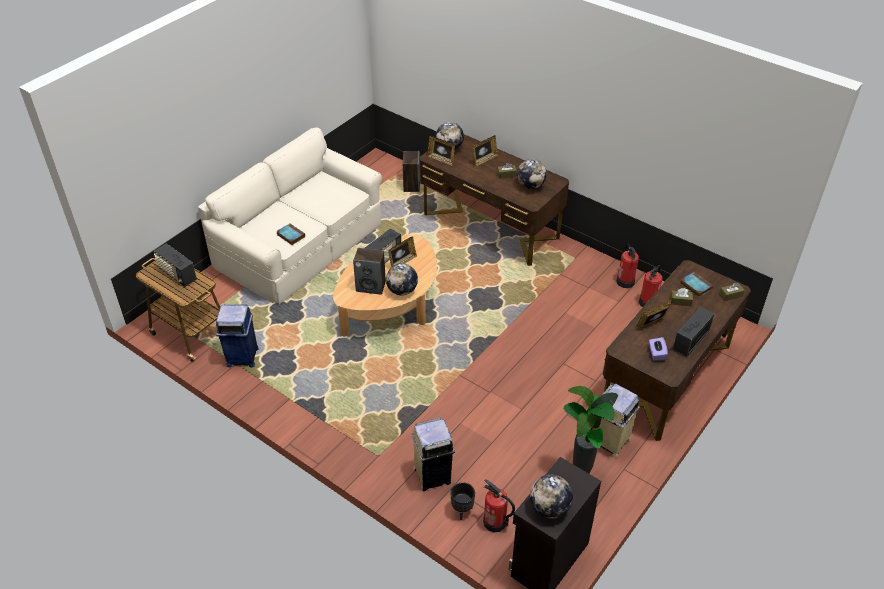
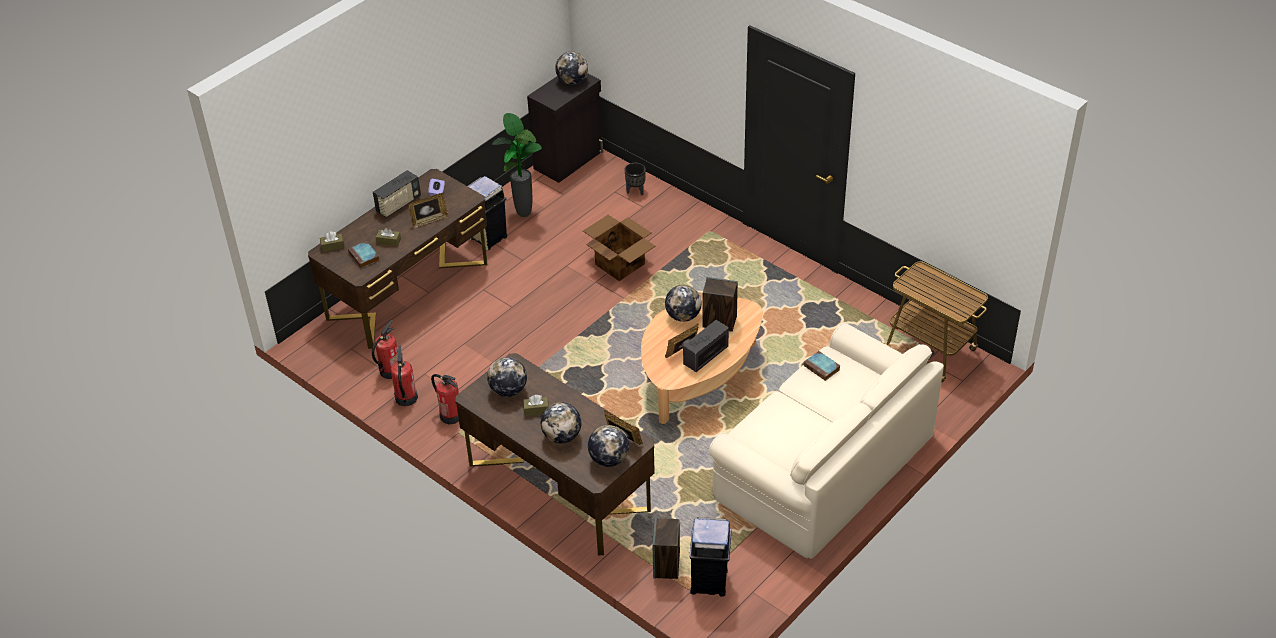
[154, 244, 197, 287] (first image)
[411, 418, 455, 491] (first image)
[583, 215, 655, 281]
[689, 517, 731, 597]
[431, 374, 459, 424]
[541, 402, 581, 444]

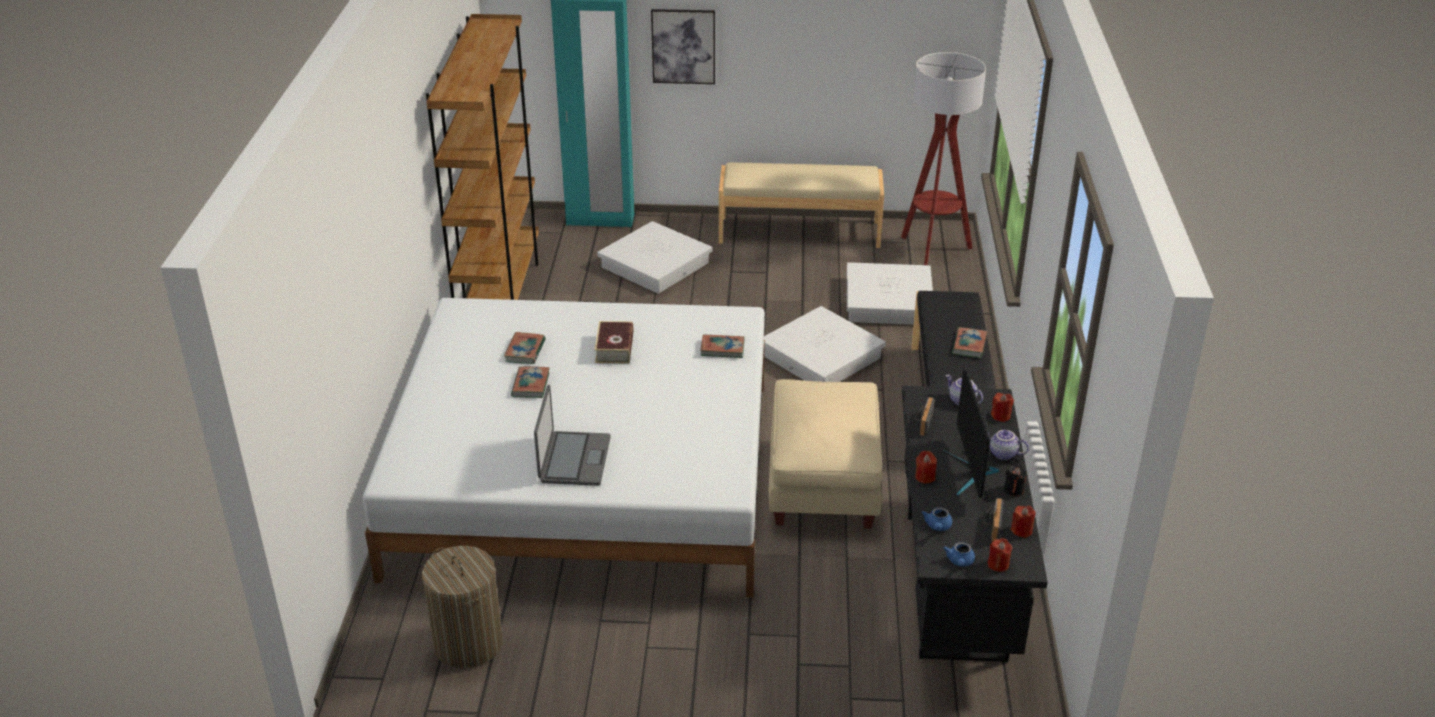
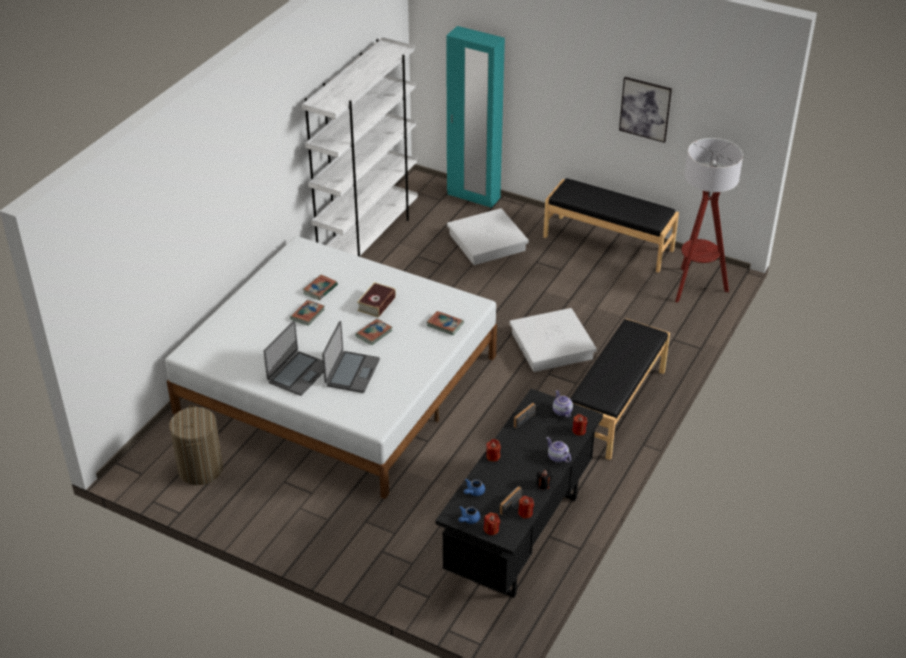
[768, 379, 883, 529] (first image)
[846, 262, 933, 325] (first image)
[942, 367, 999, 498] (first image)
[322, 321, 380, 393]
[619, 77, 672, 143]
[356, 319, 392, 345]
[302, 37, 418, 257]
[543, 178, 679, 273]

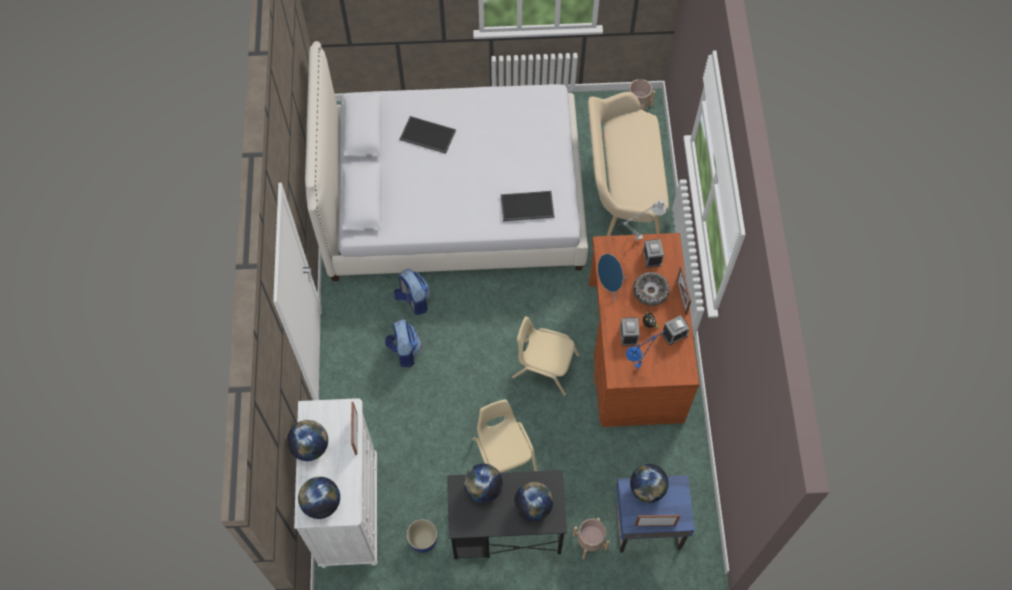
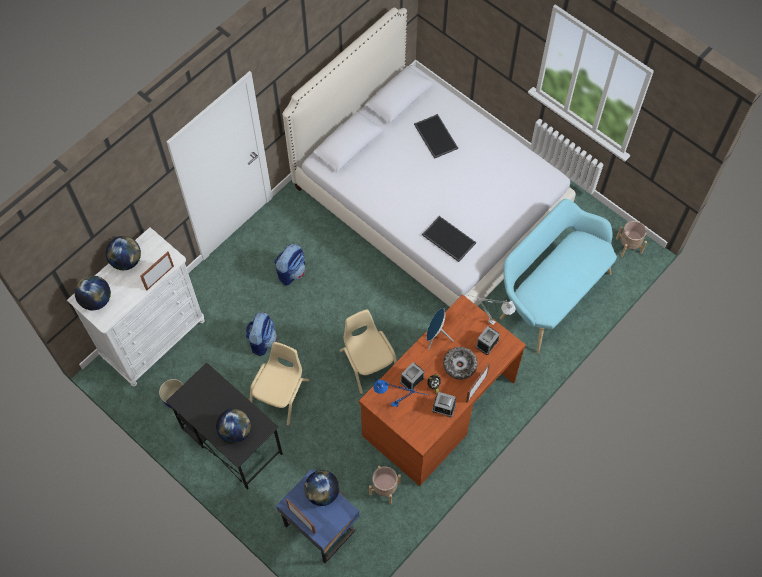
[464, 464, 503, 503] (first image)
[246, 312, 277, 356]
[369, 466, 401, 504]
[500, 199, 617, 354]

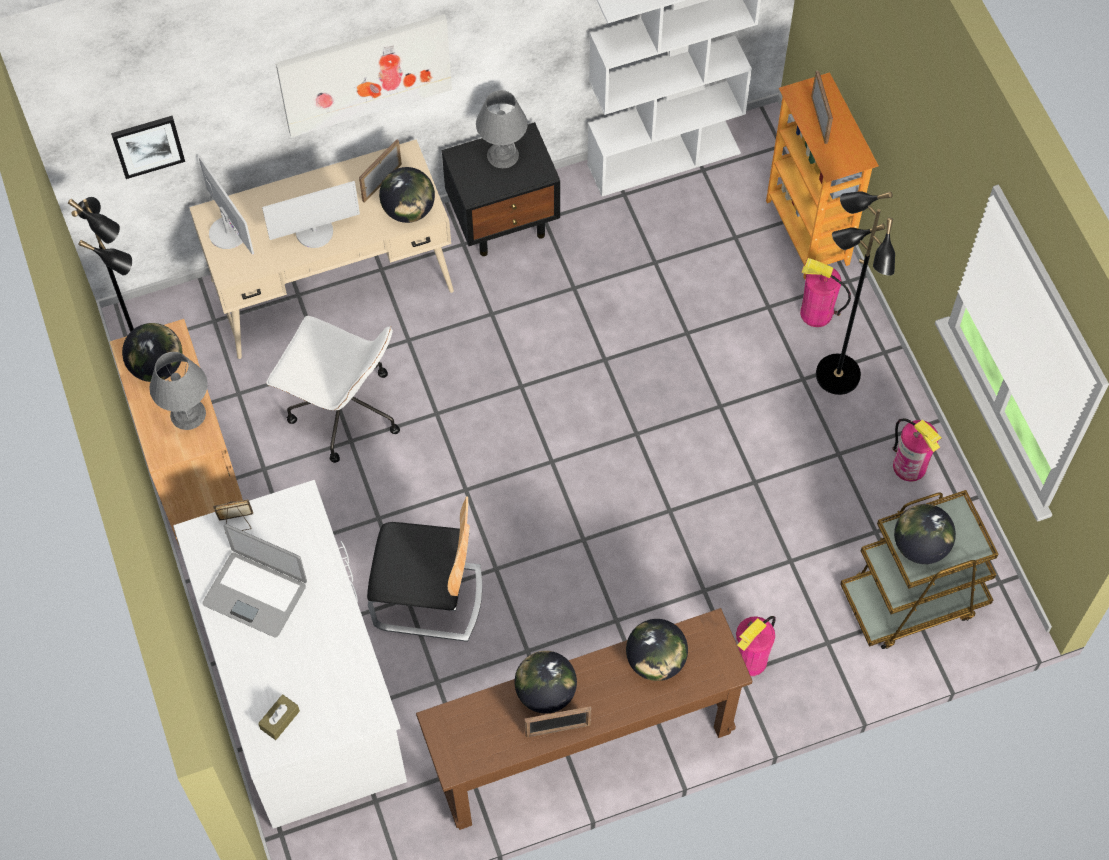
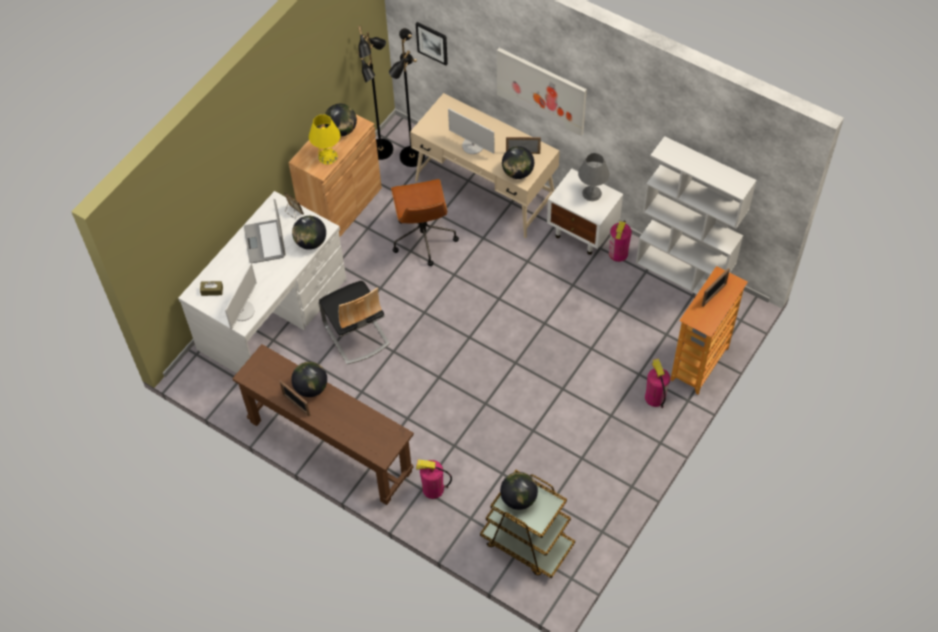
[225, 263, 257, 330]
[292, 216, 326, 250]
[389, 28, 425, 167]
[609, 221, 632, 262]
[309, 114, 340, 164]
[391, 179, 459, 266]
[547, 168, 623, 255]

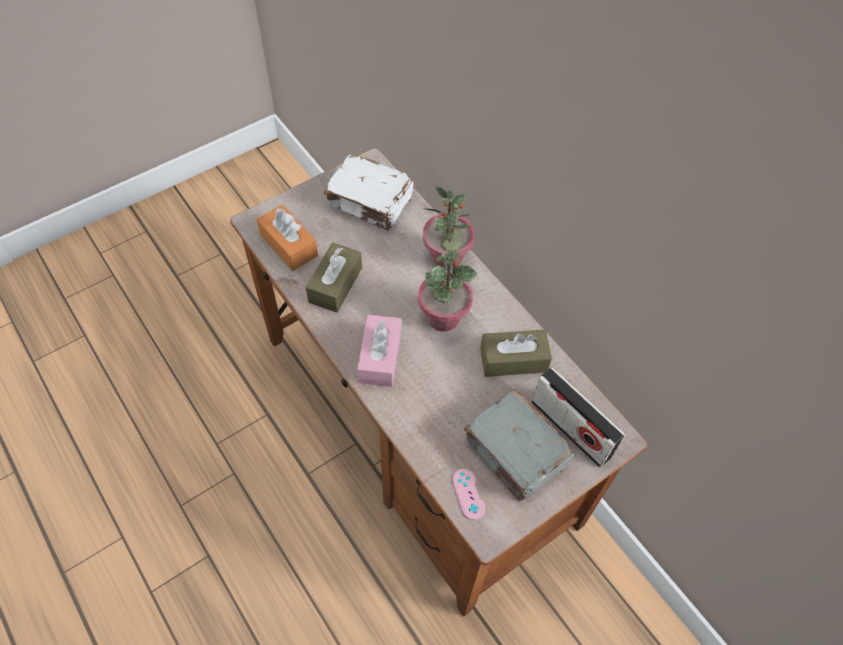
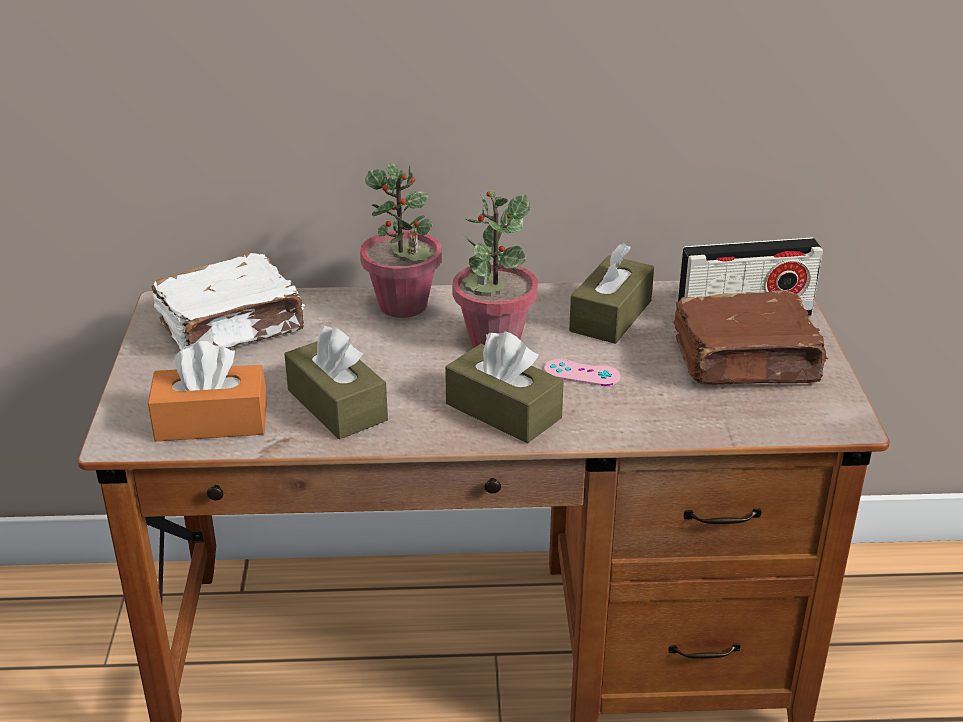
[544, 359, 620, 386]
[445, 331, 564, 443]
[673, 290, 828, 384]

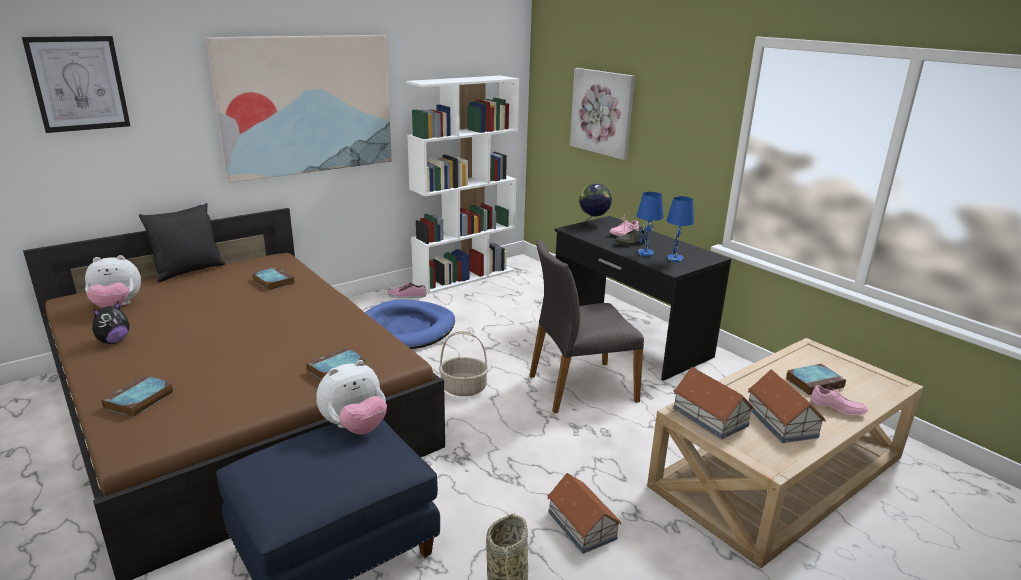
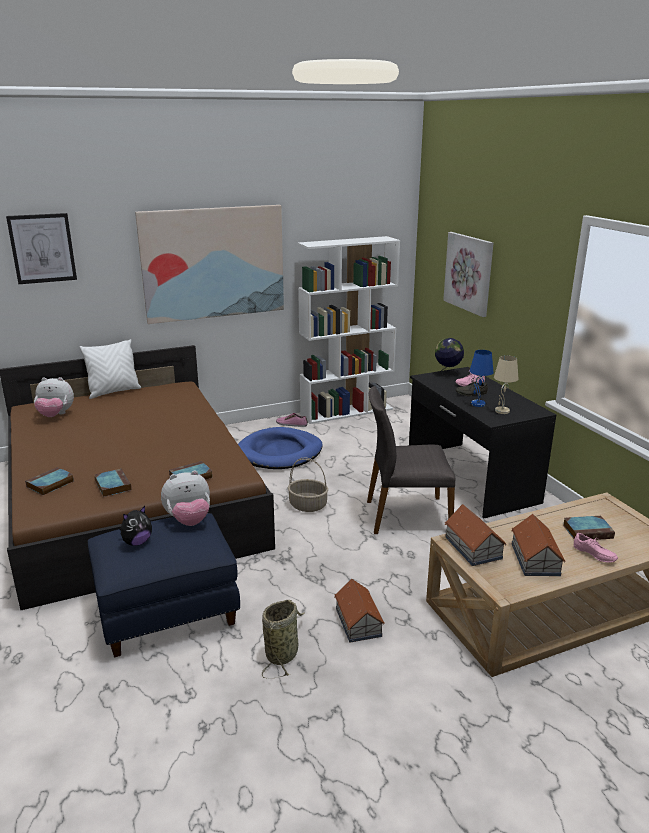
[119, 506, 152, 546]
[95, 469, 131, 497]
[80, 339, 141, 399]
[494, 355, 519, 414]

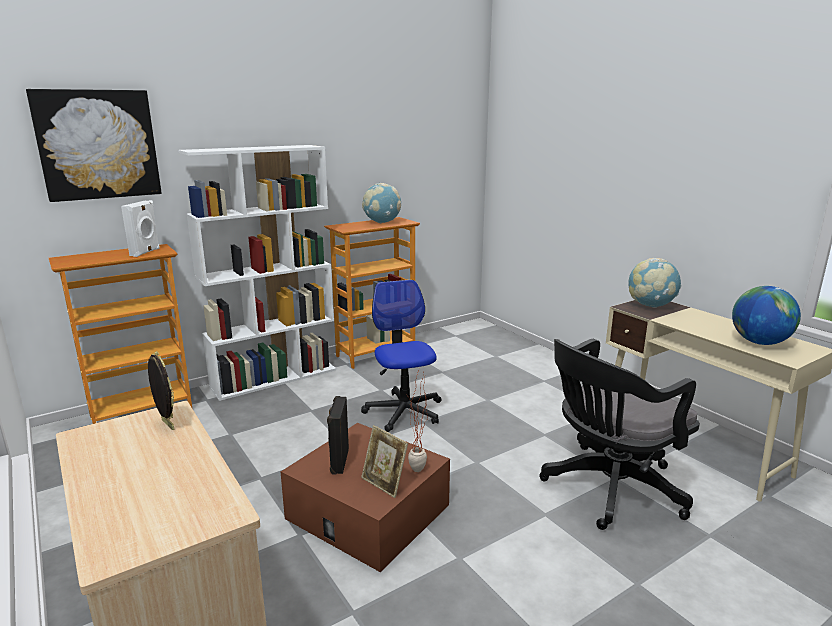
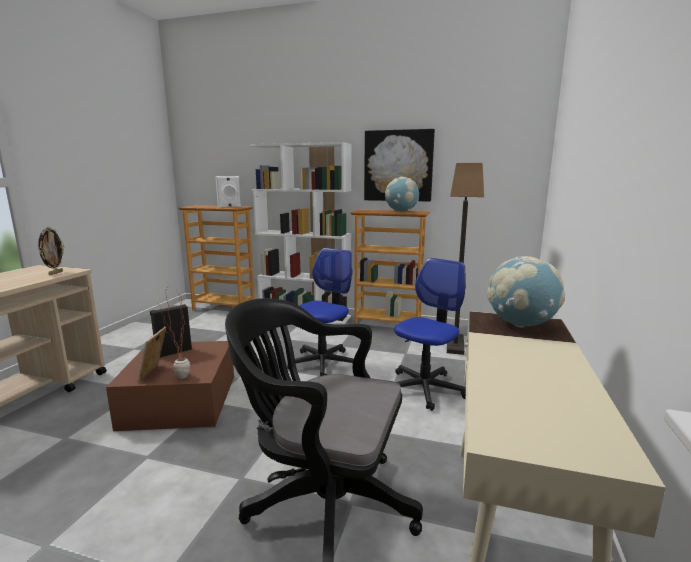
[732, 286, 801, 345] (first image)
[394, 258, 466, 411]
[447, 163, 484, 355]
[364, 129, 435, 202]

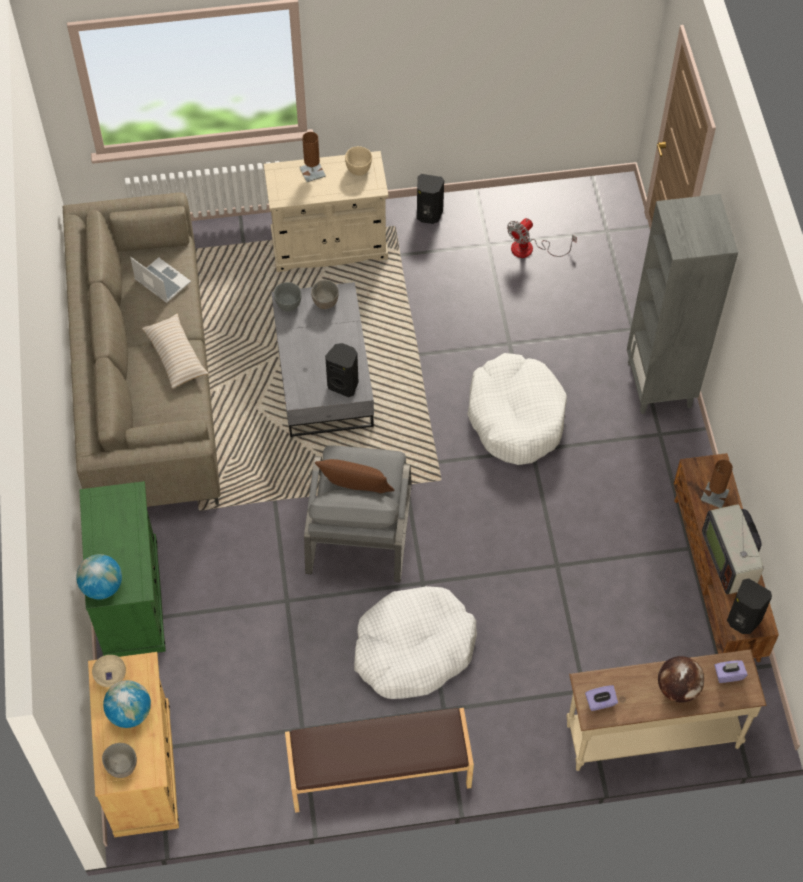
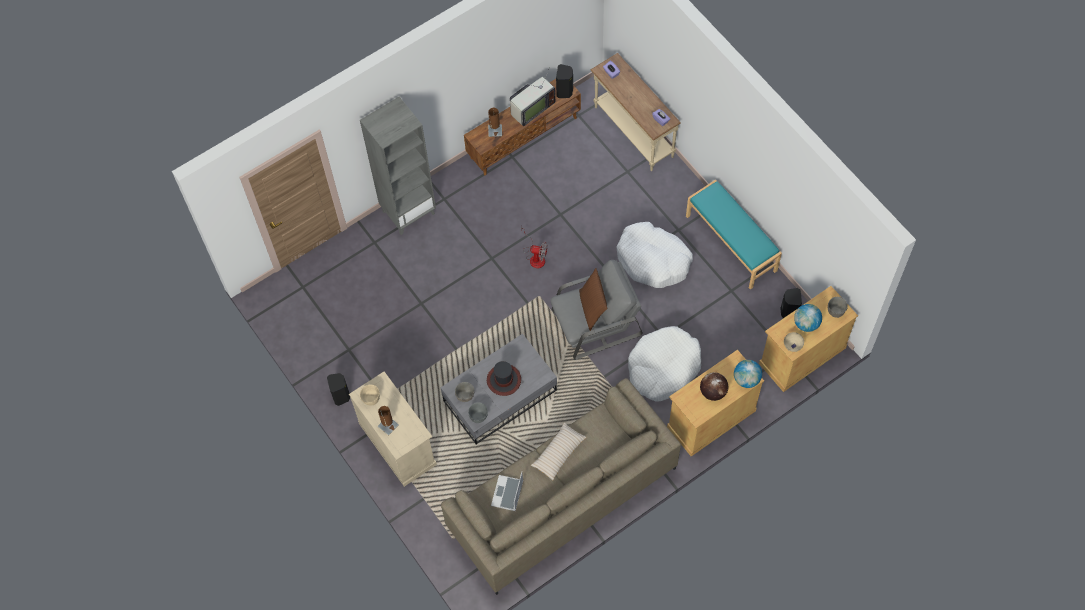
[487, 361, 521, 396]
[780, 288, 802, 318]
[628, 326, 701, 401]
[521, 226, 548, 268]
[700, 372, 728, 401]
[667, 350, 764, 456]
[686, 180, 782, 289]

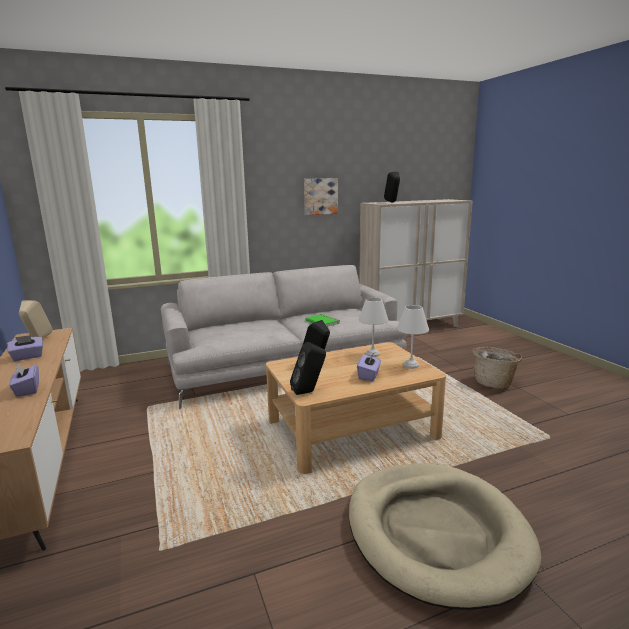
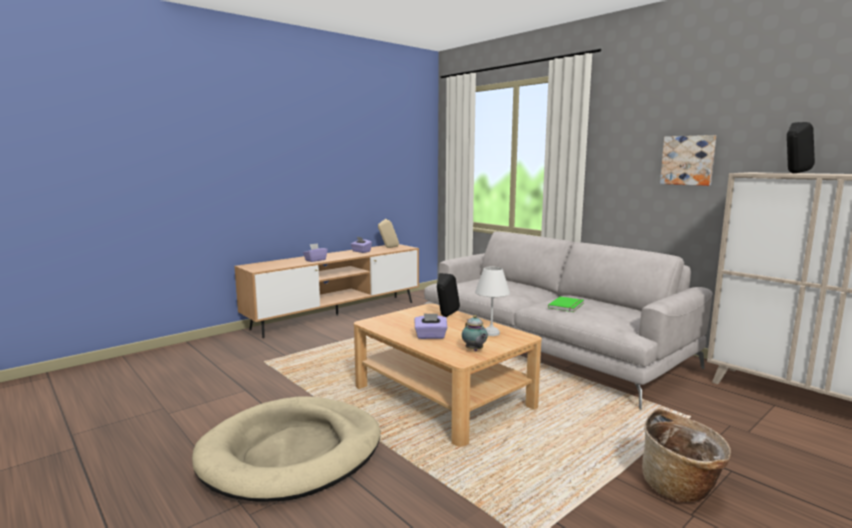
[290, 342, 326, 395] (first image)
[462, 315, 488, 351]

